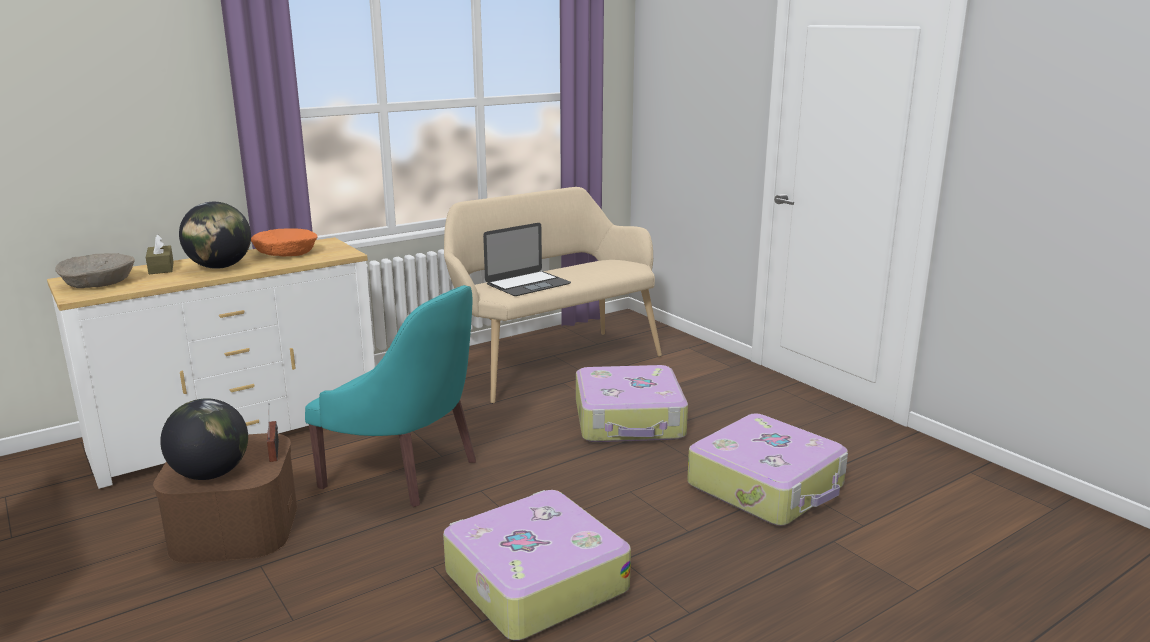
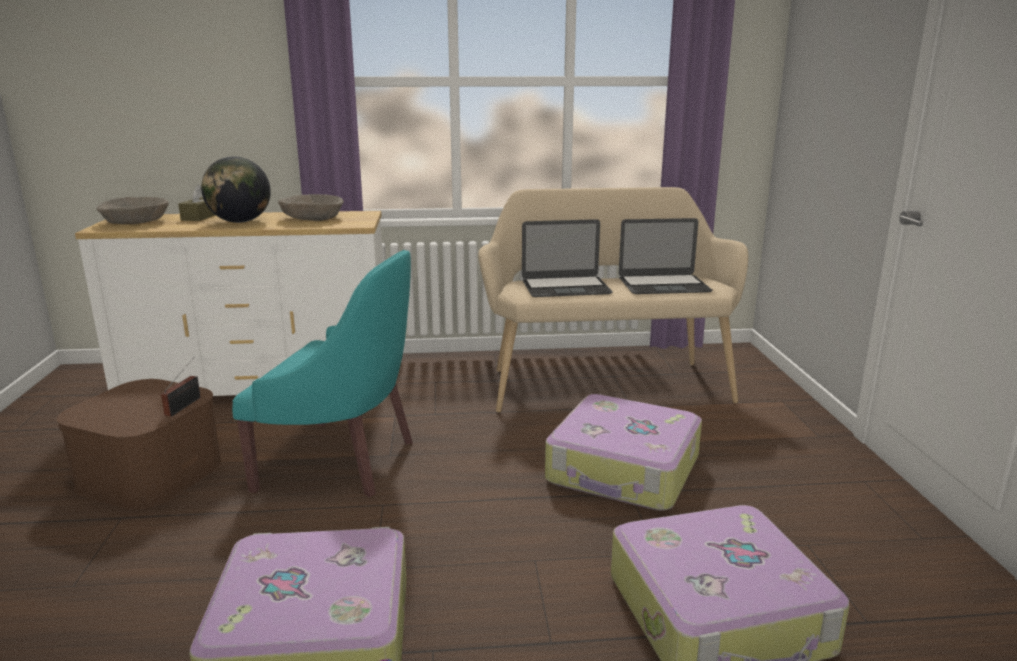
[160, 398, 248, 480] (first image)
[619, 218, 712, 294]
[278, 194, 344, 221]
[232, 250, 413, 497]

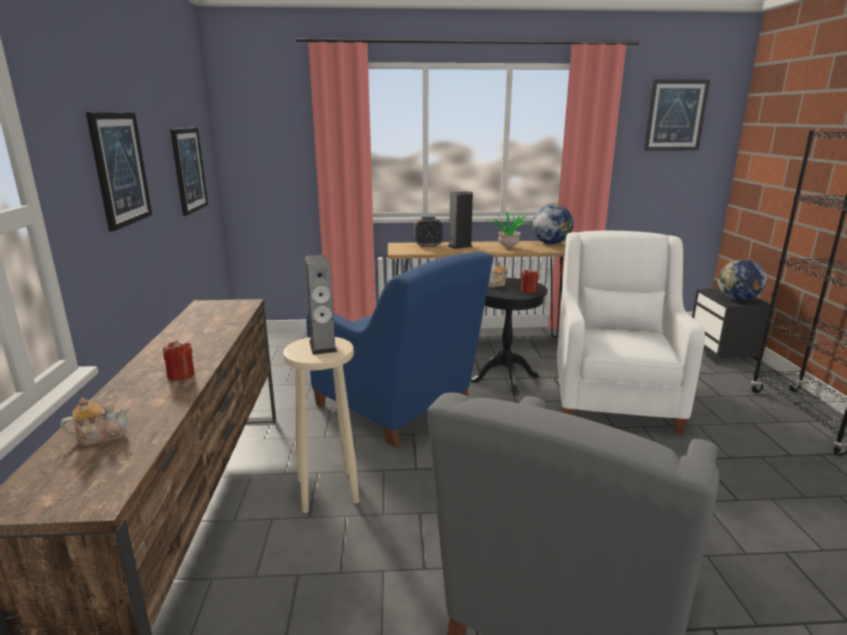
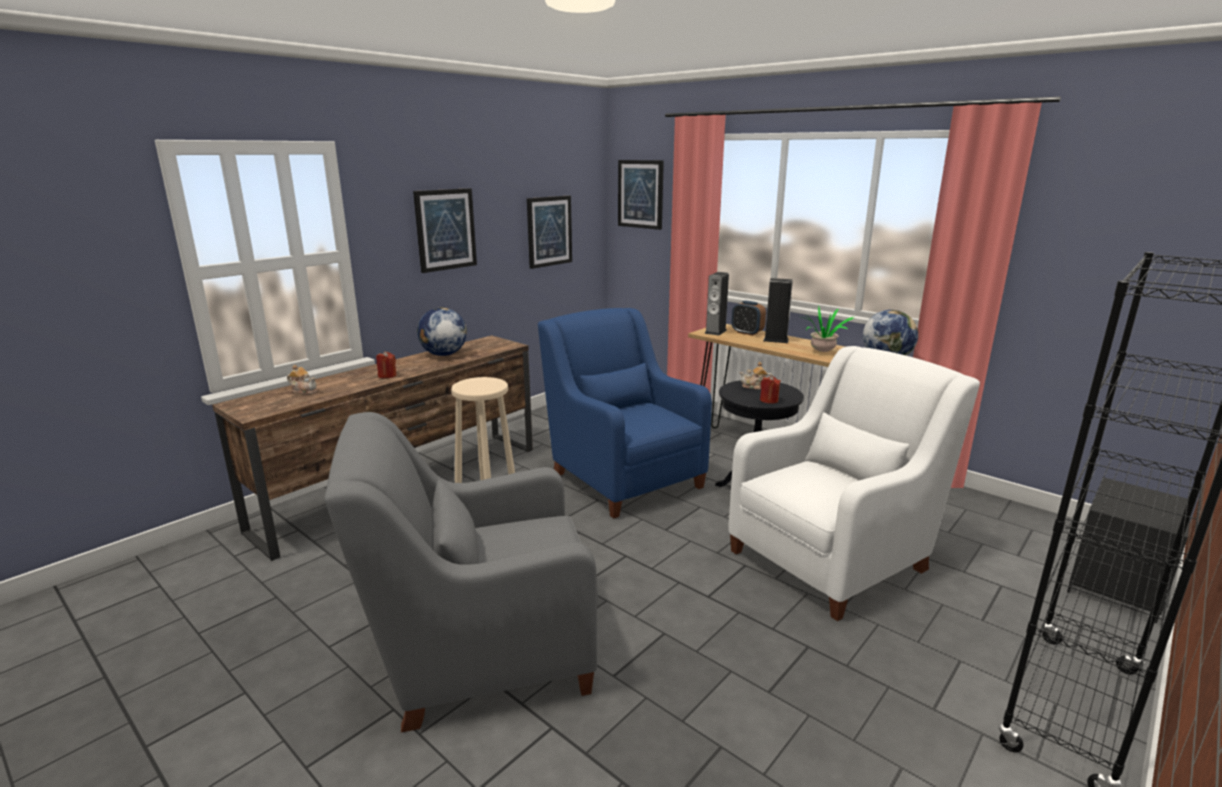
[704, 272, 729, 335]
[618, 160, 664, 230]
[417, 308, 467, 356]
[538, 308, 712, 519]

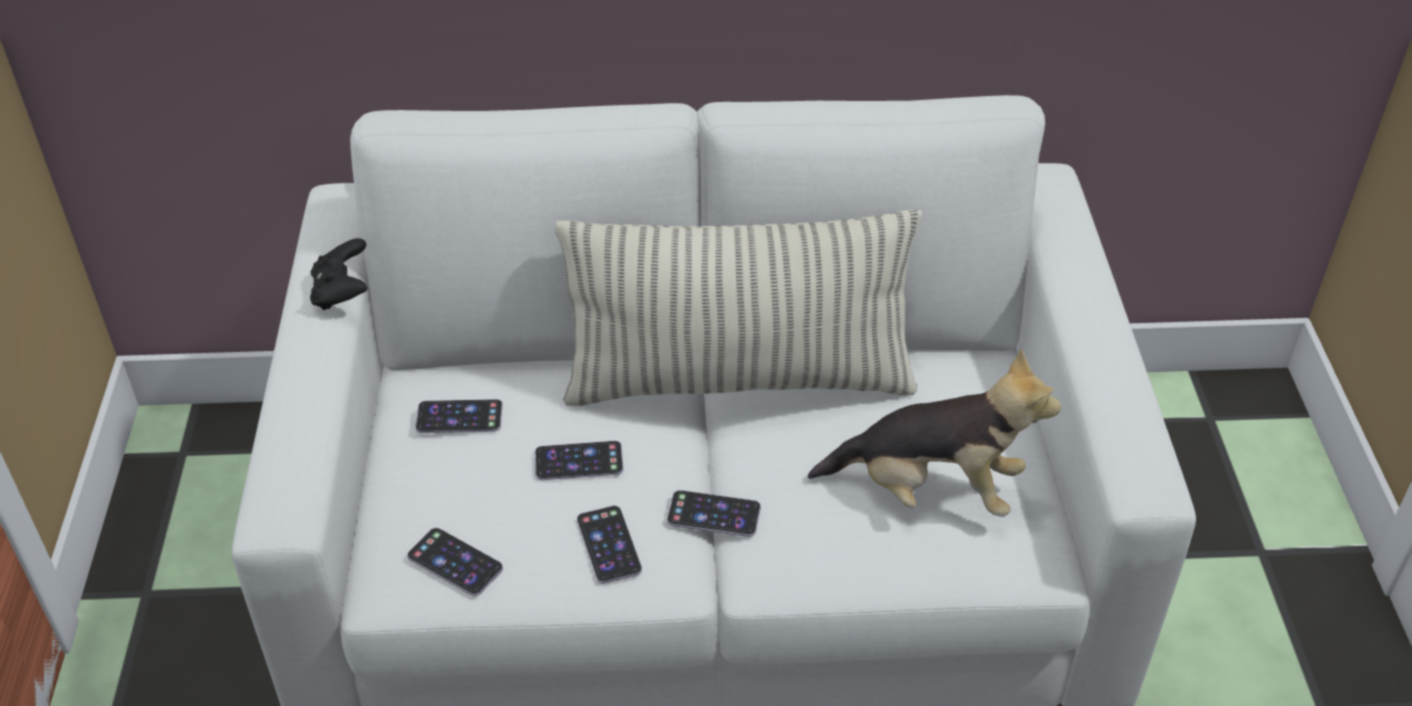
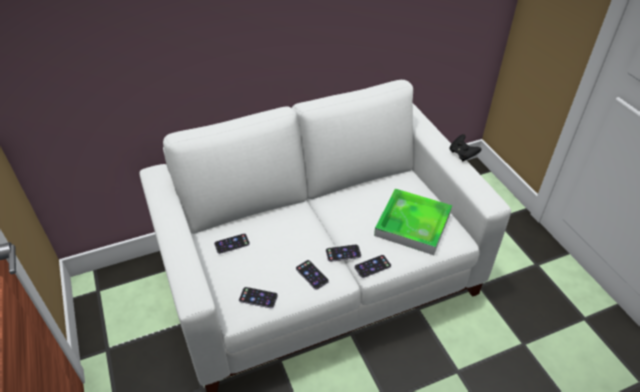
[555, 210, 922, 406] (first image)
[450, 134, 482, 161]
[354, 255, 391, 278]
[374, 189, 452, 255]

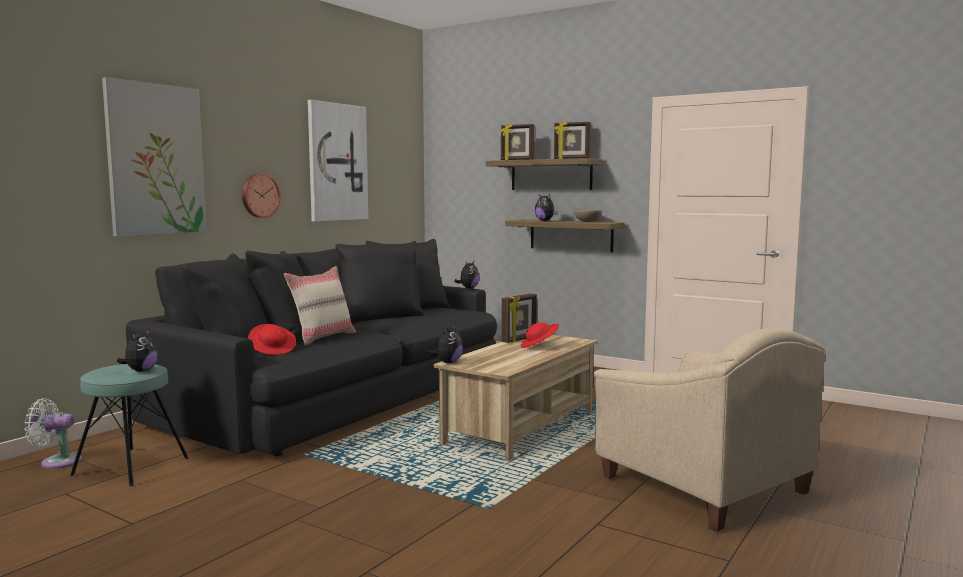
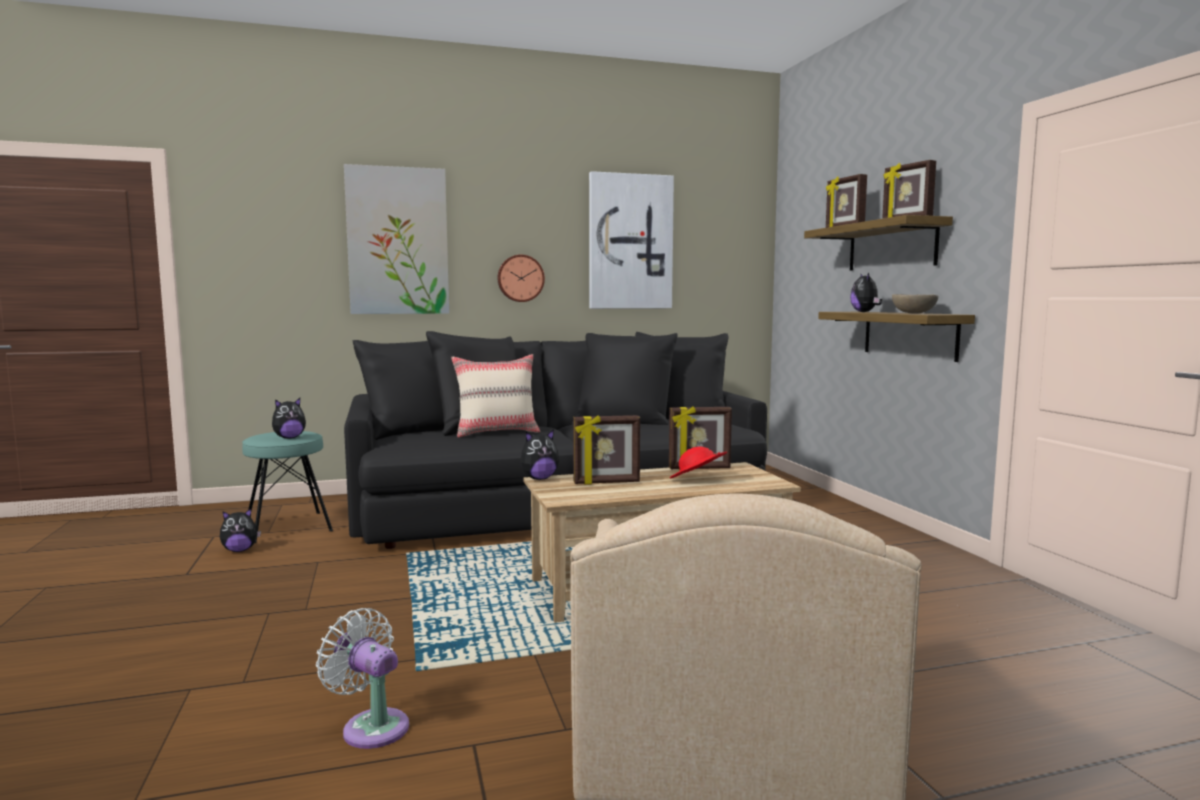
[248, 324, 296, 355] (first image)
[573, 415, 640, 485]
[316, 608, 409, 749]
[220, 508, 261, 552]

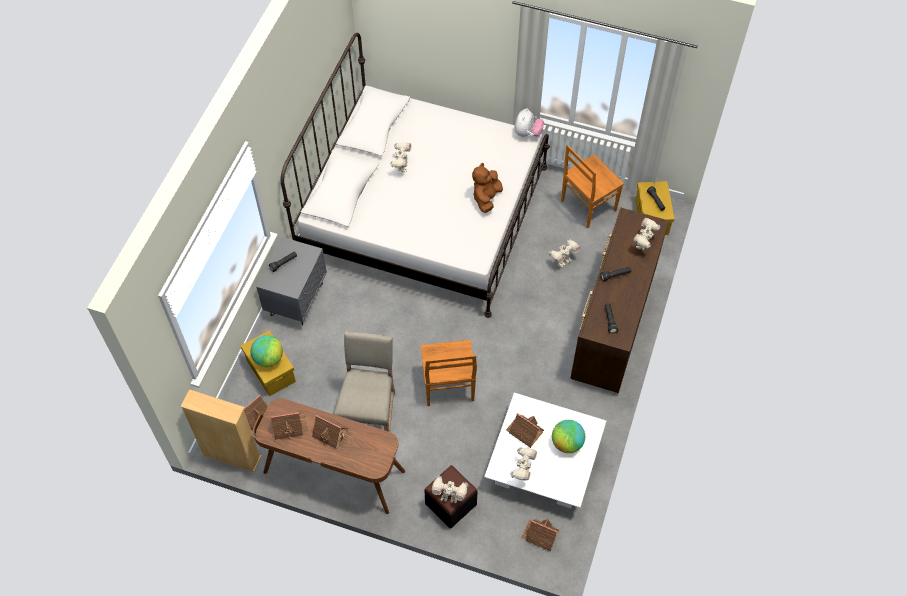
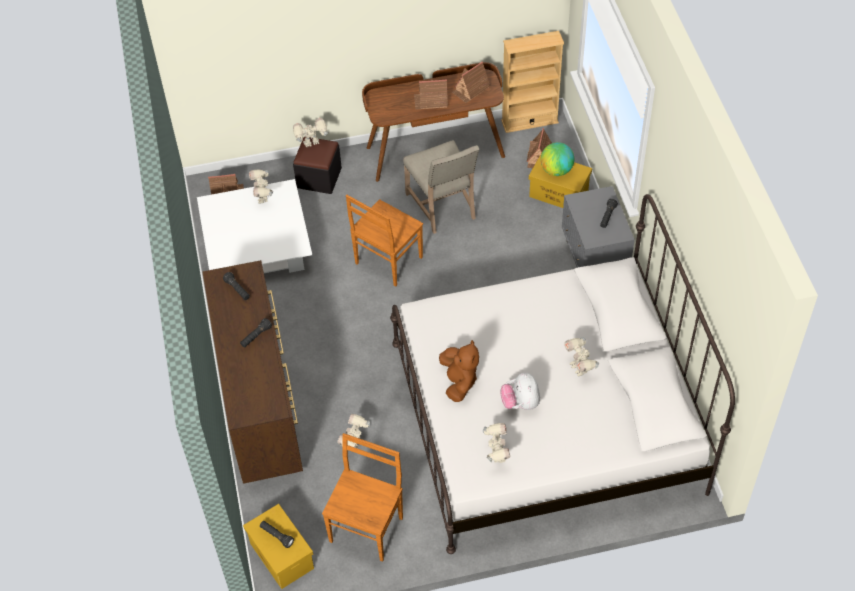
[506, 413, 545, 448] (first image)
[552, 420, 585, 453] (first image)
[500, 372, 540, 410]
[483, 423, 510, 463]
[346, 195, 423, 287]

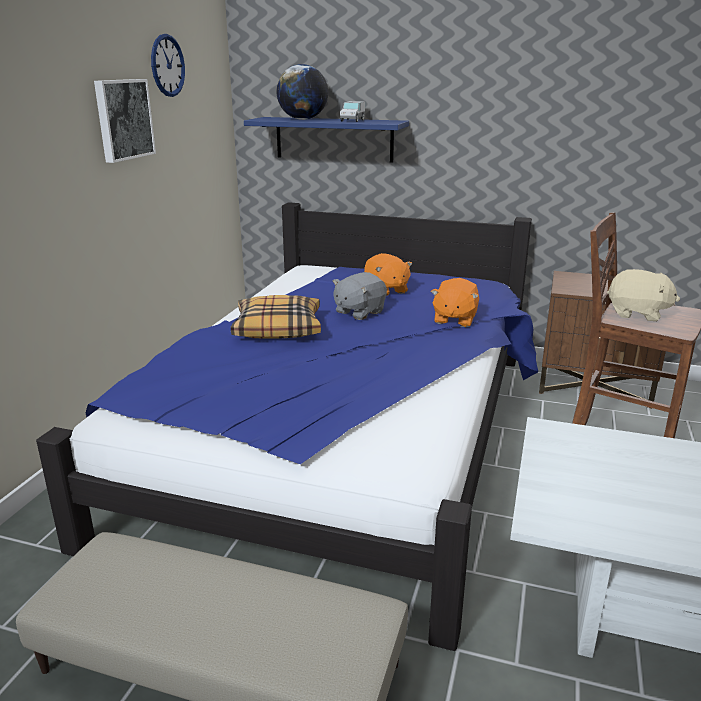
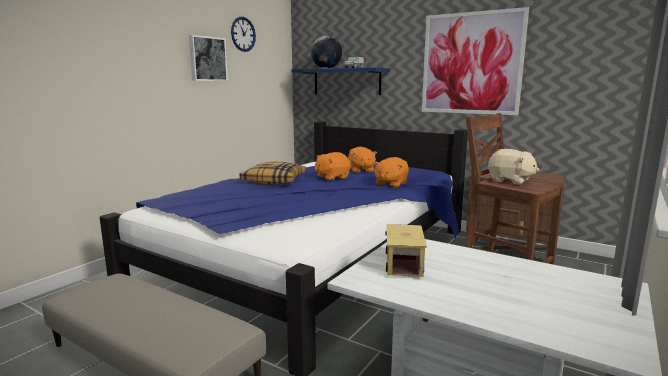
[385, 224, 427, 277]
[422, 7, 529, 115]
[315, 152, 350, 181]

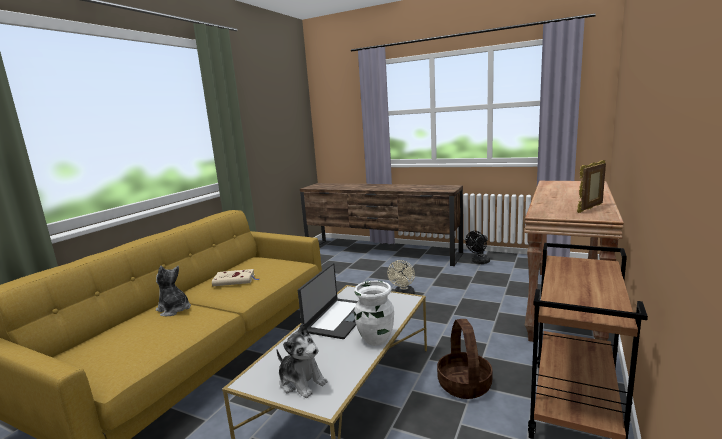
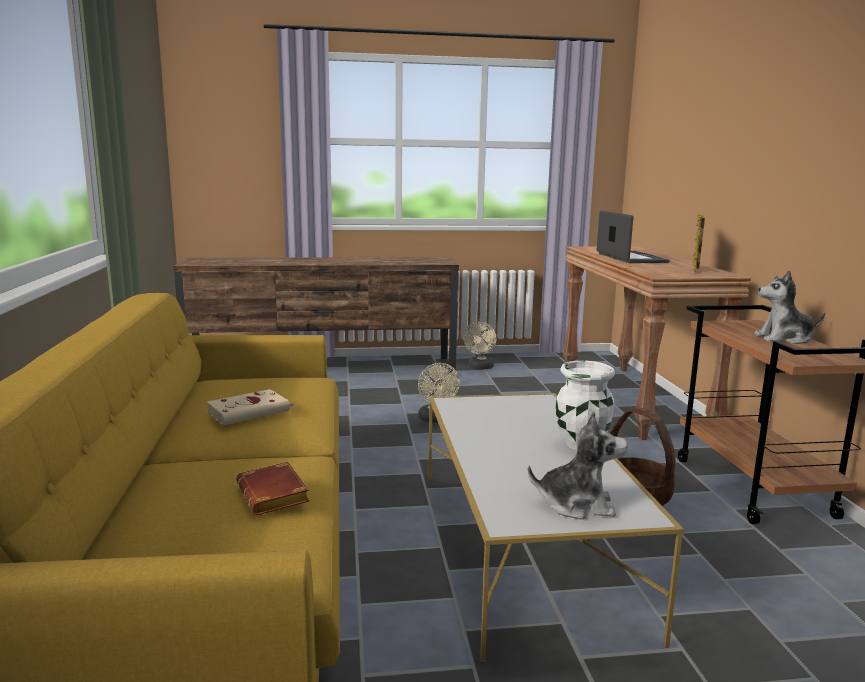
[236, 462, 310, 515]
[754, 270, 825, 344]
[597, 211, 670, 263]
[463, 321, 496, 369]

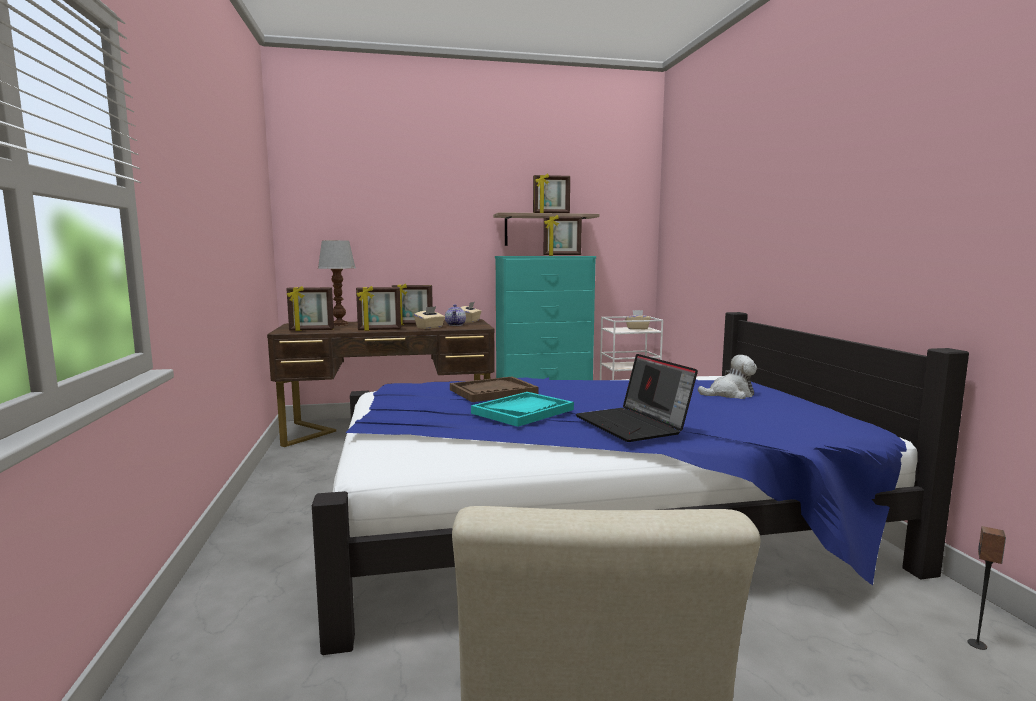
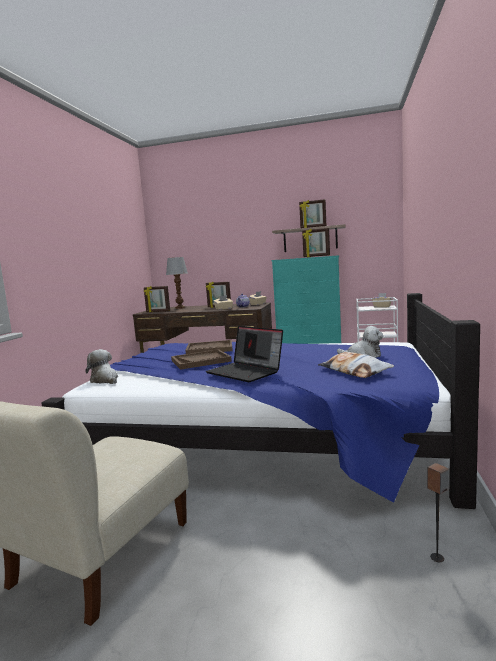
[356, 286, 401, 331] (first image)
[85, 349, 118, 384]
[318, 352, 394, 378]
[171, 349, 232, 370]
[206, 326, 283, 382]

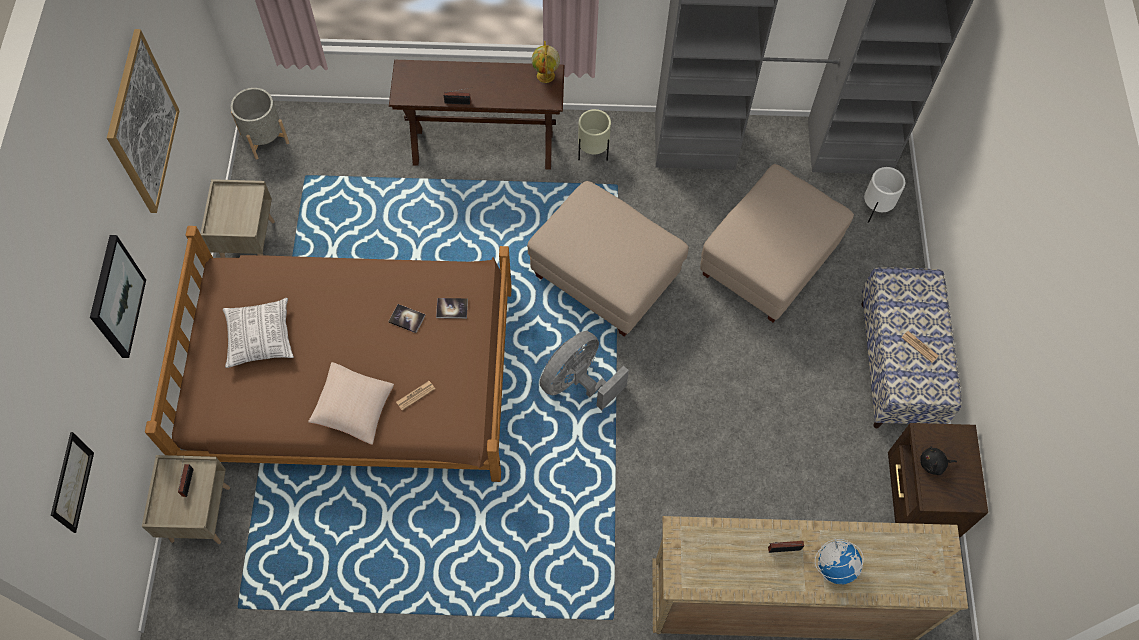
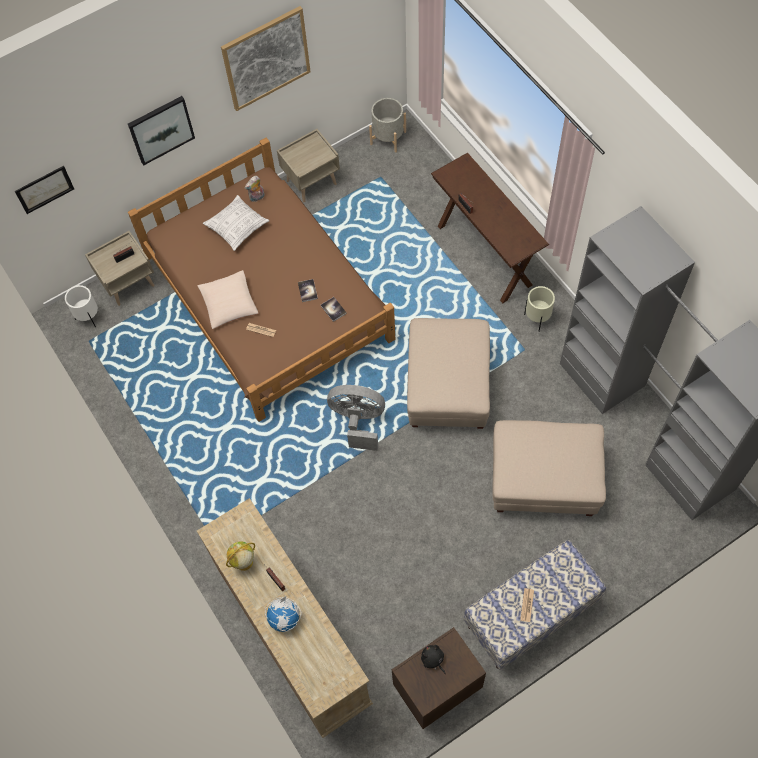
[245, 176, 265, 202]
[226, 541, 255, 571]
[65, 285, 98, 327]

